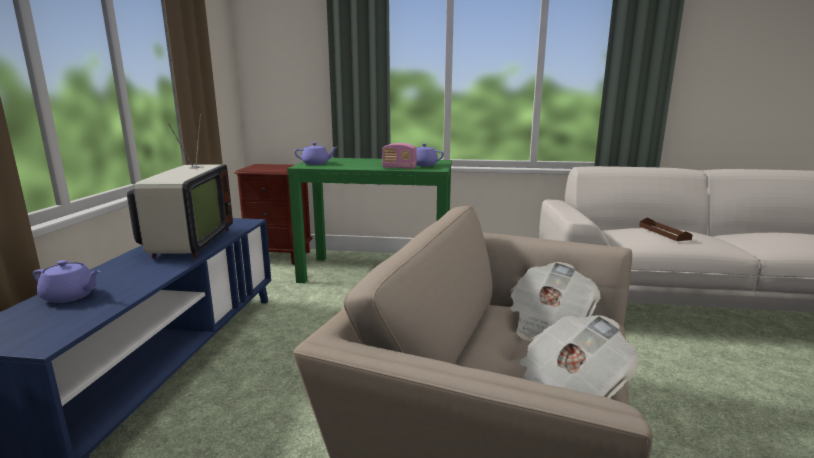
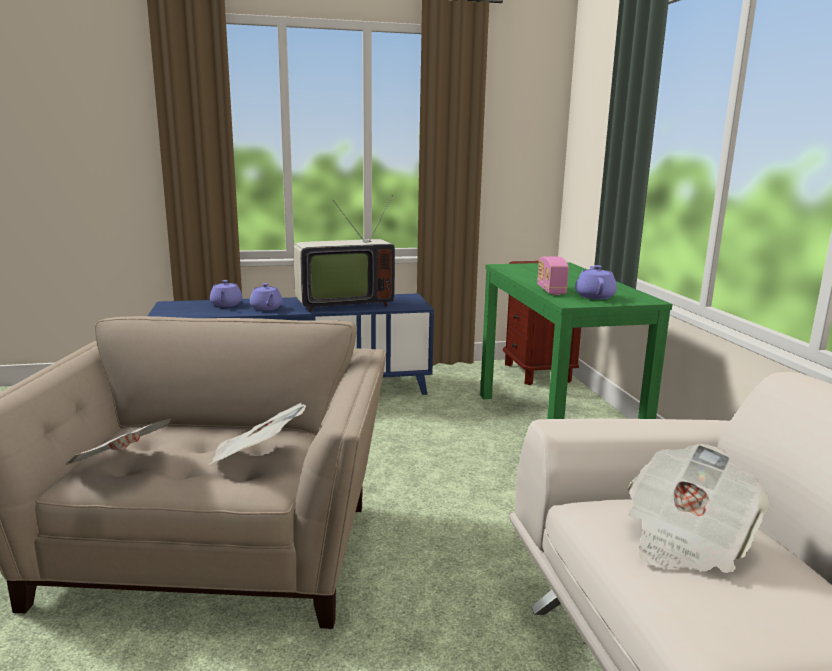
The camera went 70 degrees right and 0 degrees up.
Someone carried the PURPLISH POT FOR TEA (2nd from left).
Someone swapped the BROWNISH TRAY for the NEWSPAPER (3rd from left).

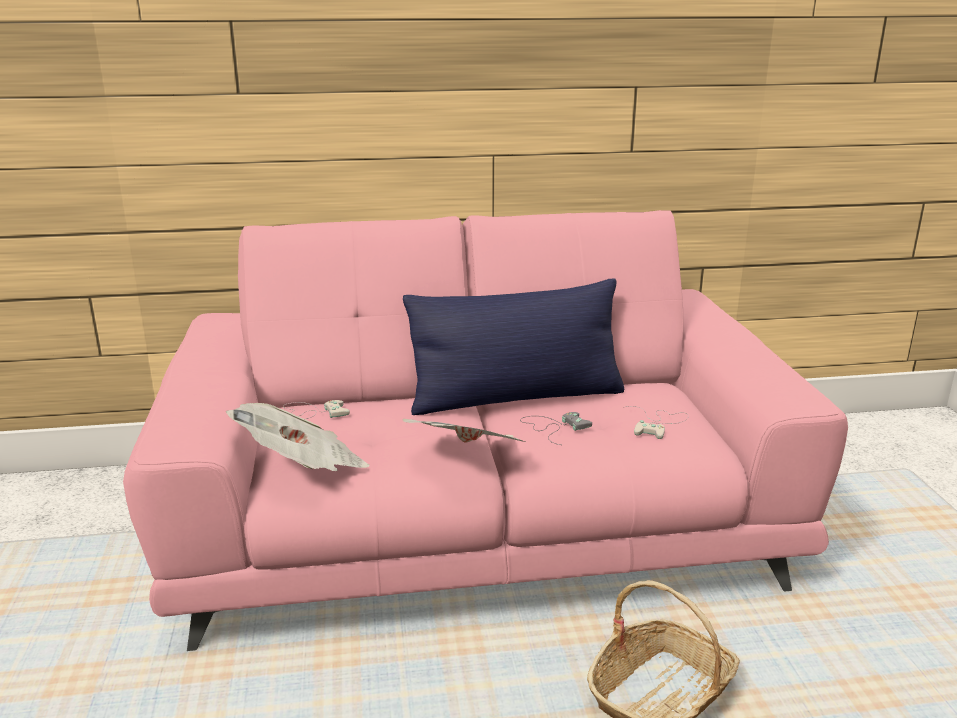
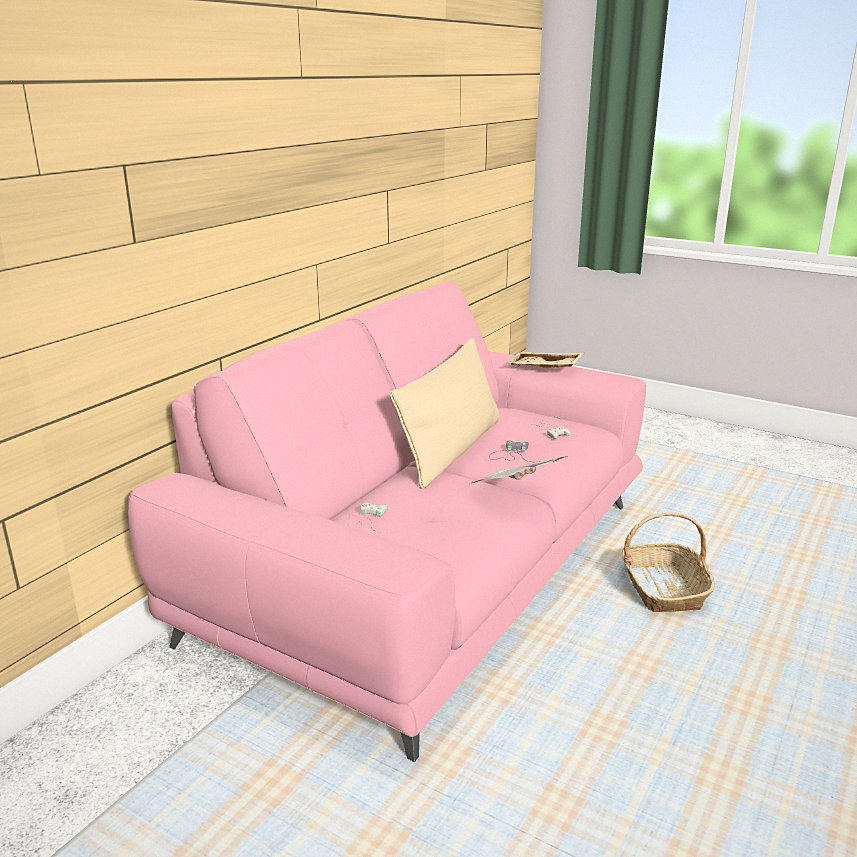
The camera went 50 degrees left and 0 degrees up.
Someone took away the NEWSPAPER (1st from left).
Someone put down the SAND-COLOURED TRAY.
Someone repainted the BLUE-COLOURED PILLOW, which became the SAND-COLOURED PILLOW.

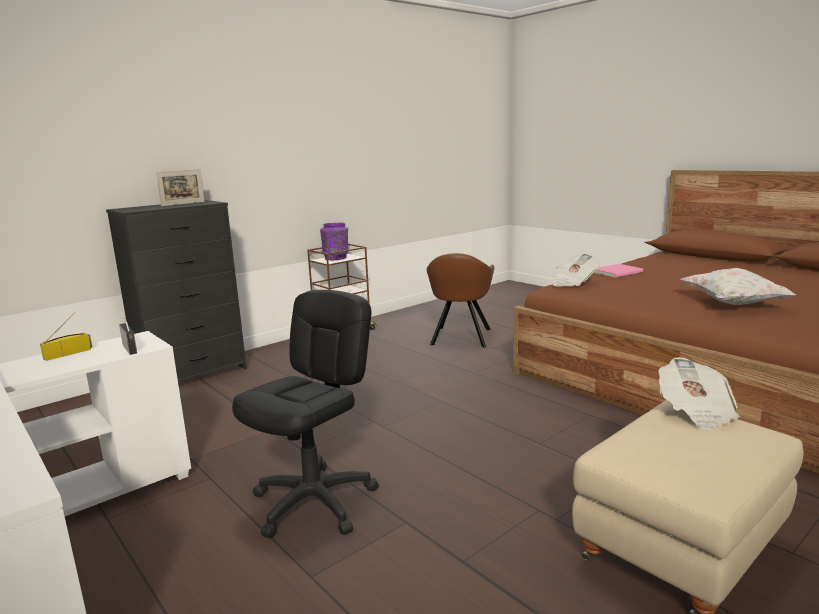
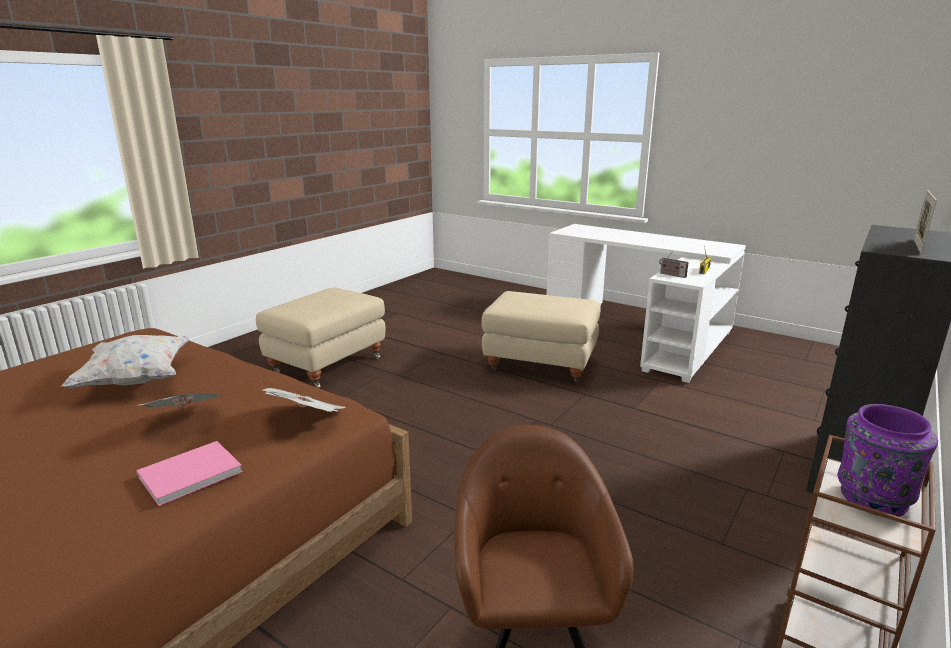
The camera went 165 degrees right and 5 degrees up.
Someone carried the NEWSPAPER (2nd from left in the first image).
Someone swapped the BLACK-COLOURED COMPUTER CHAIR for the SAND-COLOURED FOOTREST (2nd from left).

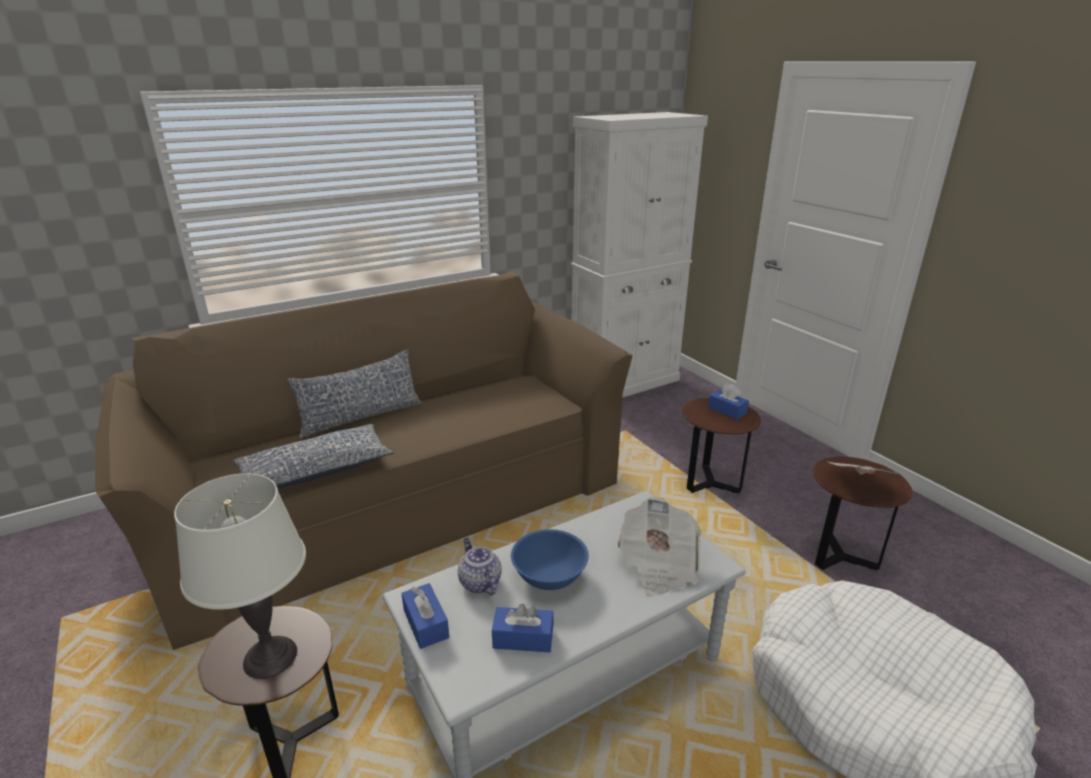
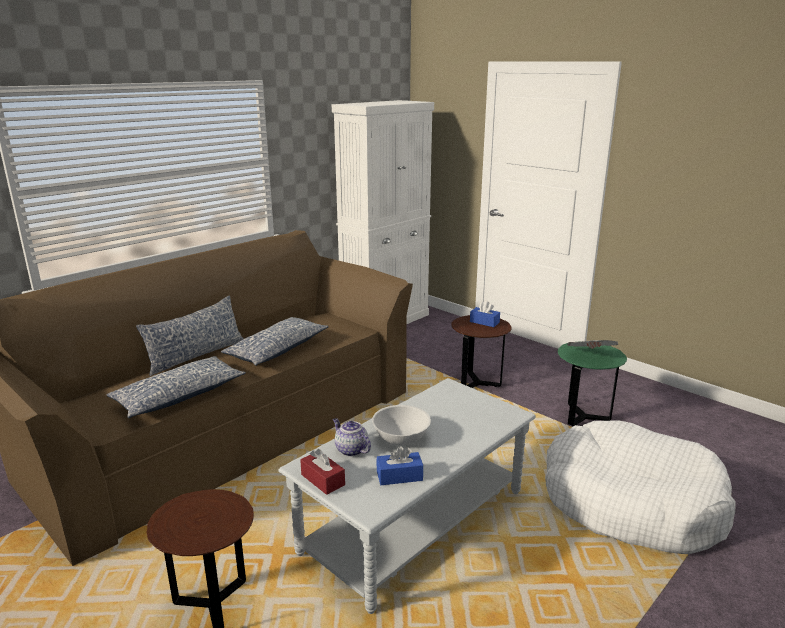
The camera went 15 degrees left and 5 degrees down.
Someone took away the WHITISH TABLETOP LAMP.
Someone took away the NEWSPAPER (1st from left).
Someone put down the PILLOW (3rd from left).
Someone repainted the BLUE-COLOURED BOX OF TISSUES (1st from left), which became the RED BOX OF TISSUES.
Someone repainted the BLUE-COLOURED BOWL, which became the WHITISH BOWL.
Someone repainted the BROWNISH SIDE TABLE (3rd from left), which became the GREEN SIDE TABLE.

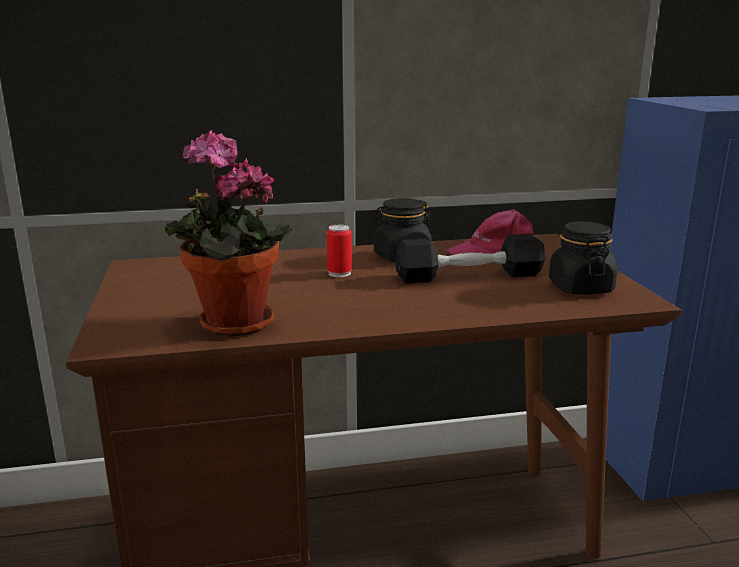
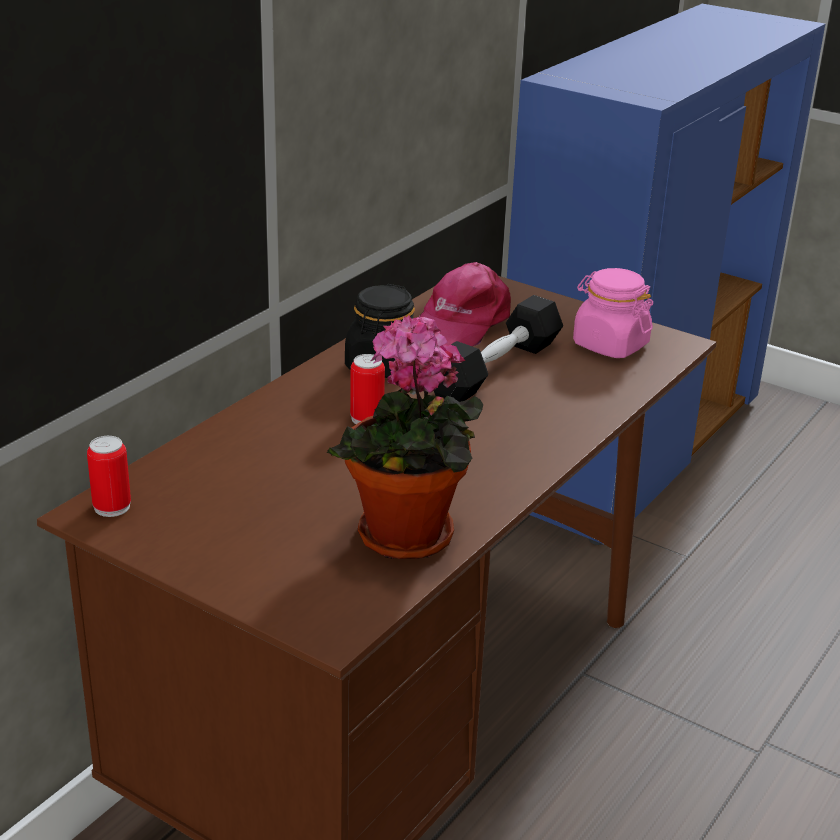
The camera went 45 degrees left and 10 degrees up.
Someone put down the METAL CAN (1st from left).
Someone repainted the BLACK-COLOURED STORAGE JAR (2nd from left), which became the PINKISH STORAGE JAR.

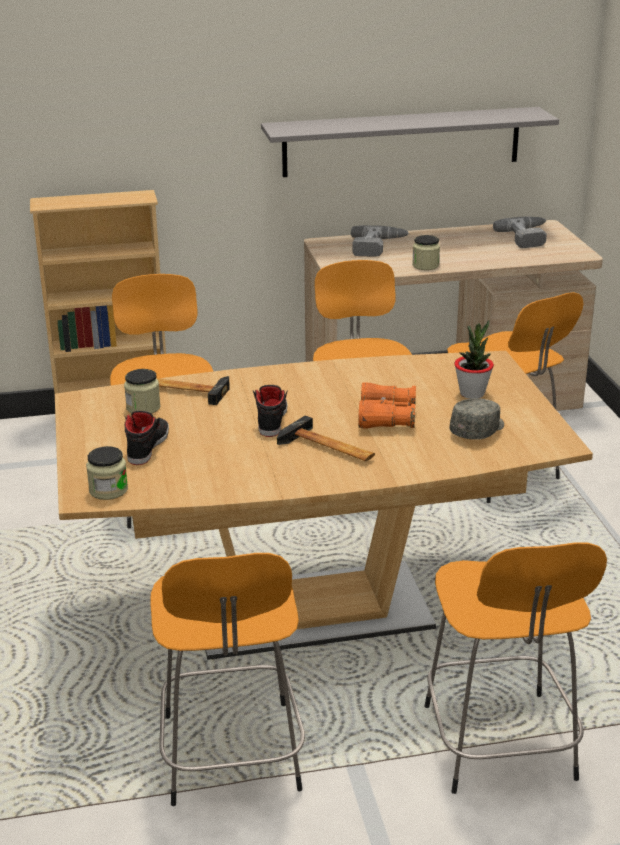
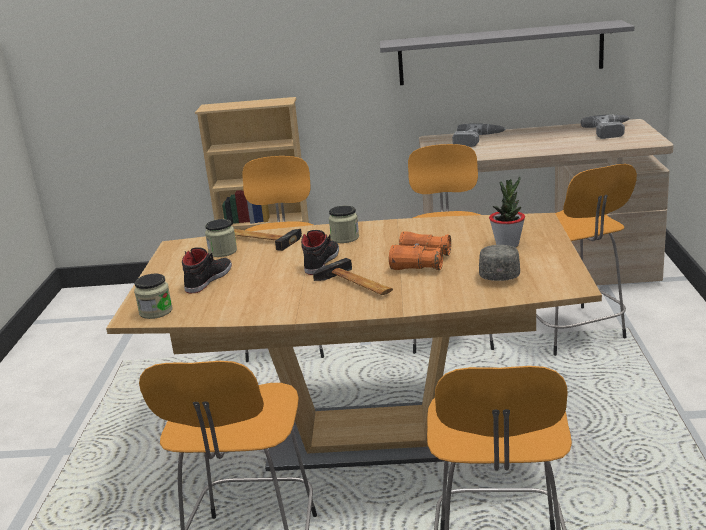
The camera went 15 degrees right and 5 degrees down.
Someone carried the STORAGE JAR (3rd from left).
Someone rotated the GREYISH PEAKED CAP by 45 degrees counterclockwise.

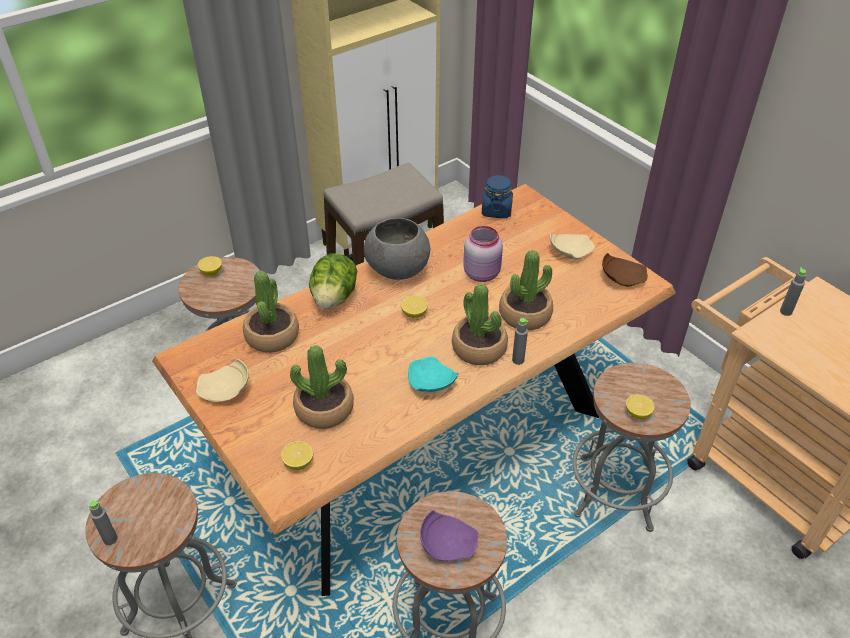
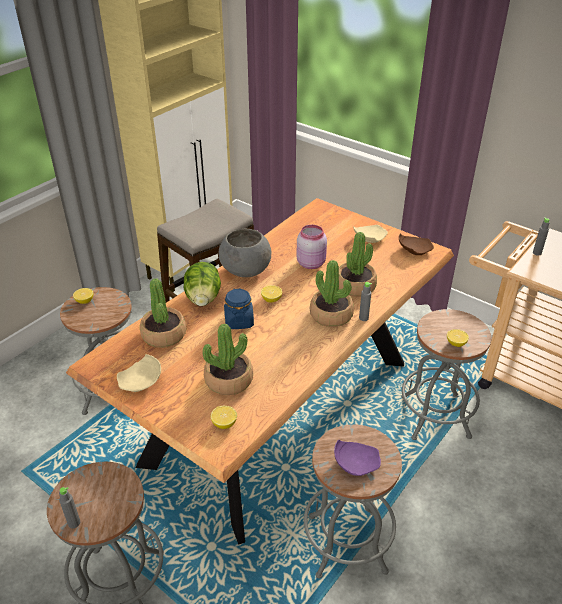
The camera went 15 degrees left and 5 degrees down.
Someone took away the TURQUOISE-COLOURED PLATE.
Someone carried the BLUE-COLOURED STORAGE JAR.

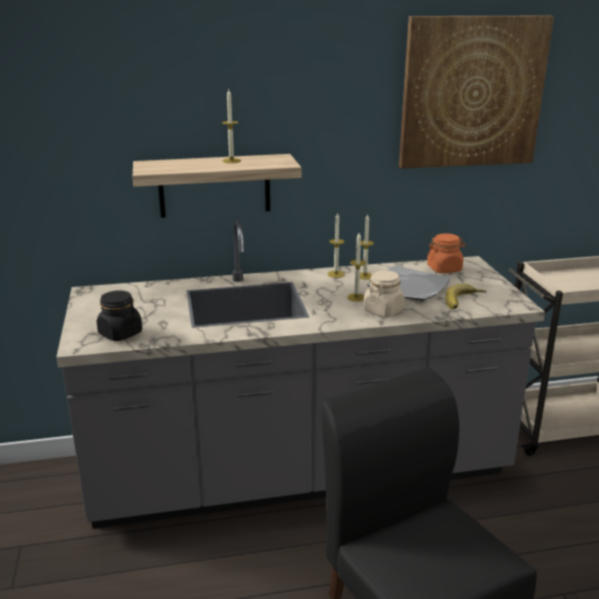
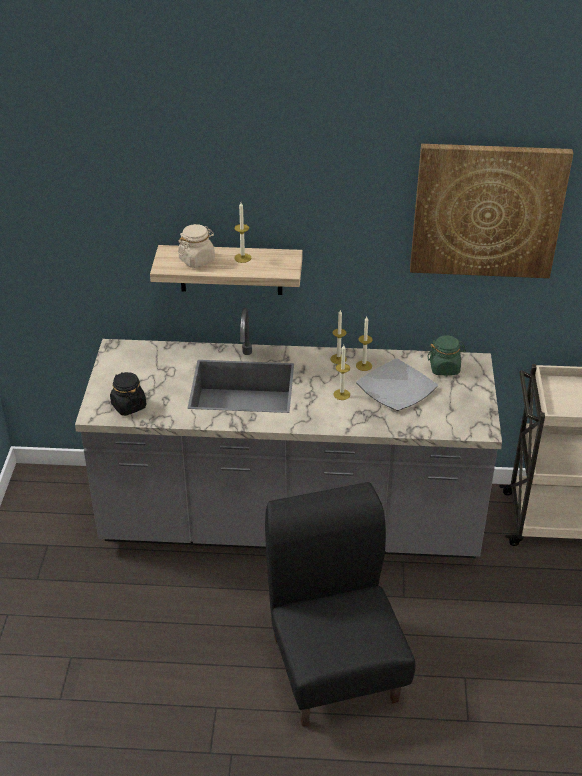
The camera went 15 degrees right and 15 degrees up.
Someone took away the BANANA.
Someone carried the SAND-COLOURED STORAGE JAR.
Someone repainted the ORANGEY STORAGE JAR, which became the GREEN STORAGE JAR.

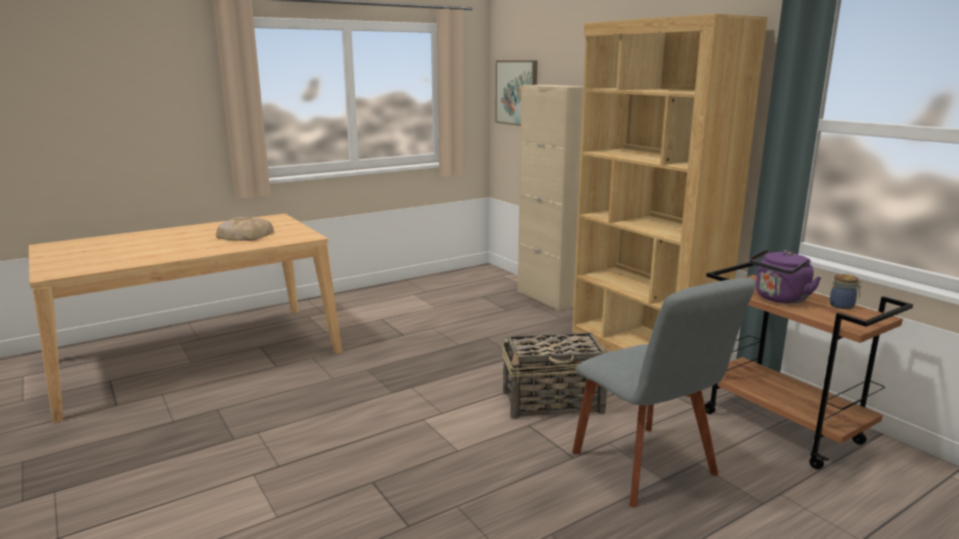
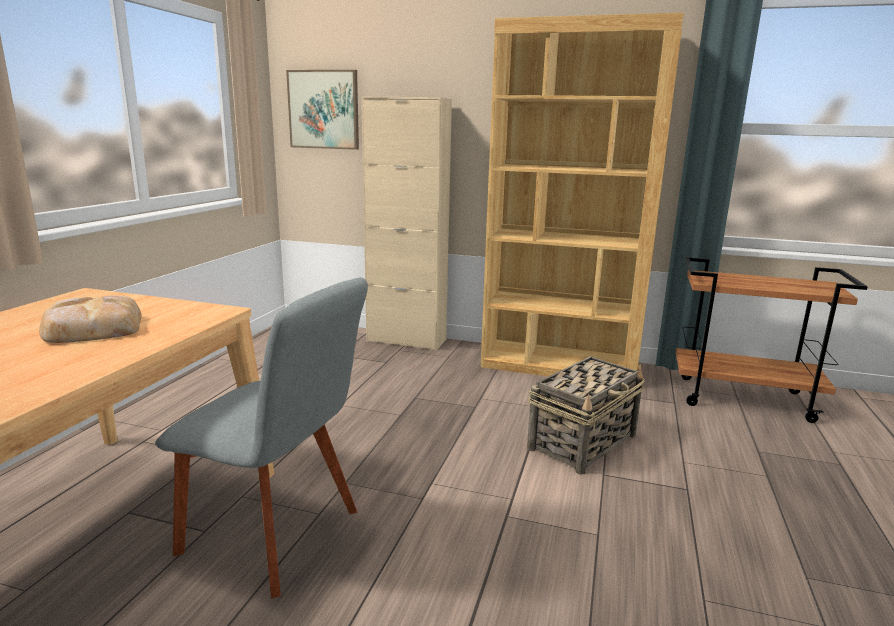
The camera went 40 degrees left and 0 degrees up.
Someone took away the PURPLISH TEA KETTLE.
Someone took away the STORAGE JAR.
Someone carried the GREYISH PLAIN CHAIR.

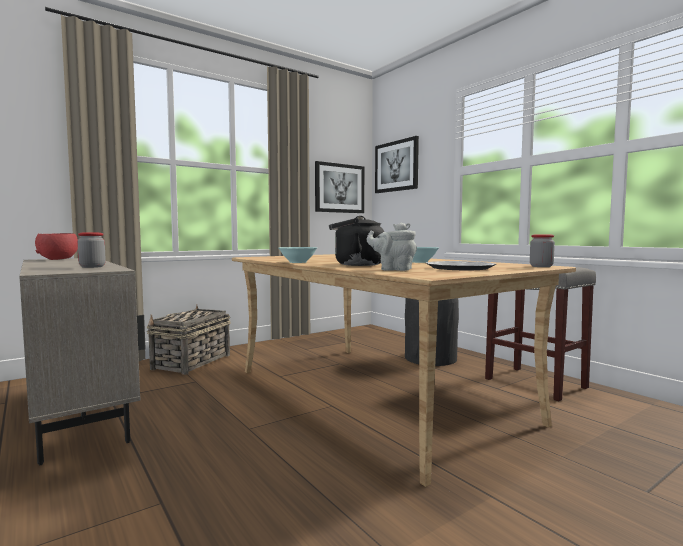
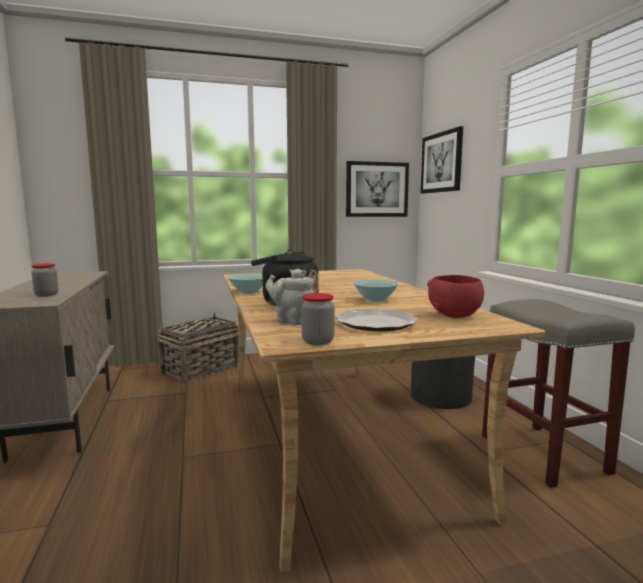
The camera went 20 degrees right and 5 degrees up.
Someone carried the RED BOWL.
Someone carried the STORAGE JAR (2nd from left).

